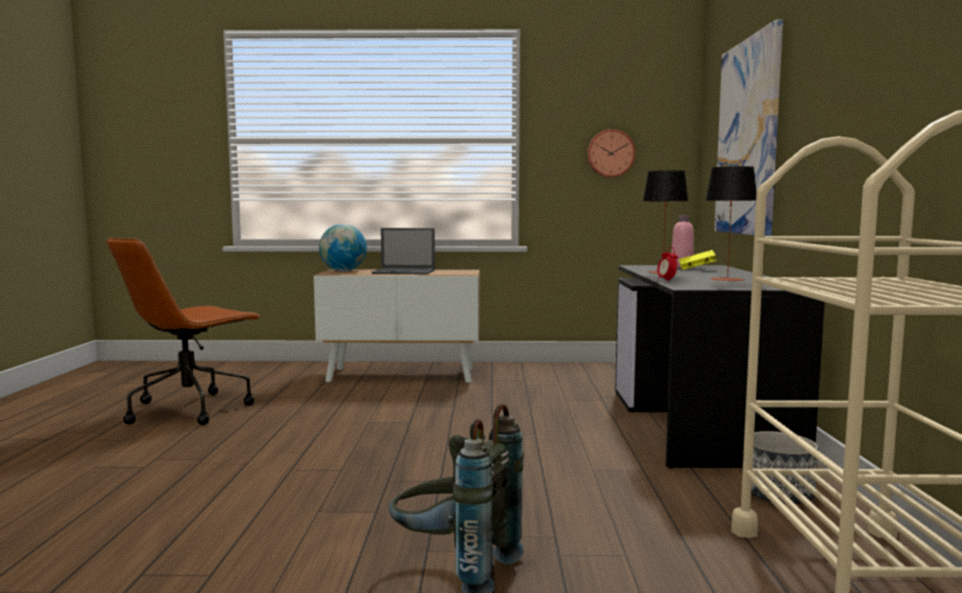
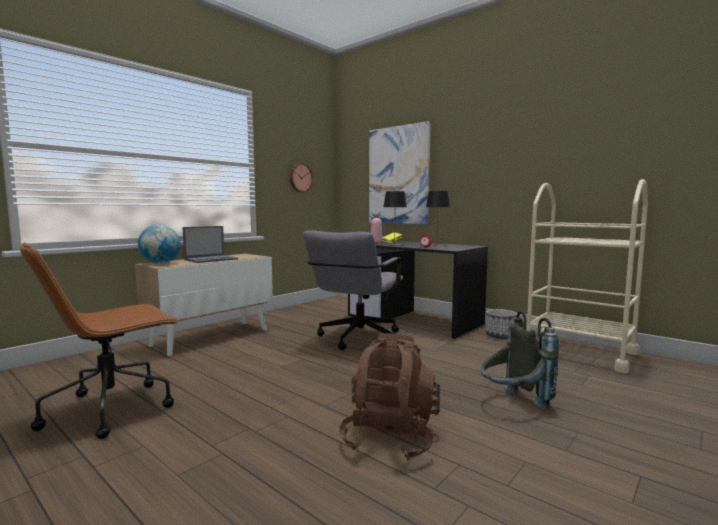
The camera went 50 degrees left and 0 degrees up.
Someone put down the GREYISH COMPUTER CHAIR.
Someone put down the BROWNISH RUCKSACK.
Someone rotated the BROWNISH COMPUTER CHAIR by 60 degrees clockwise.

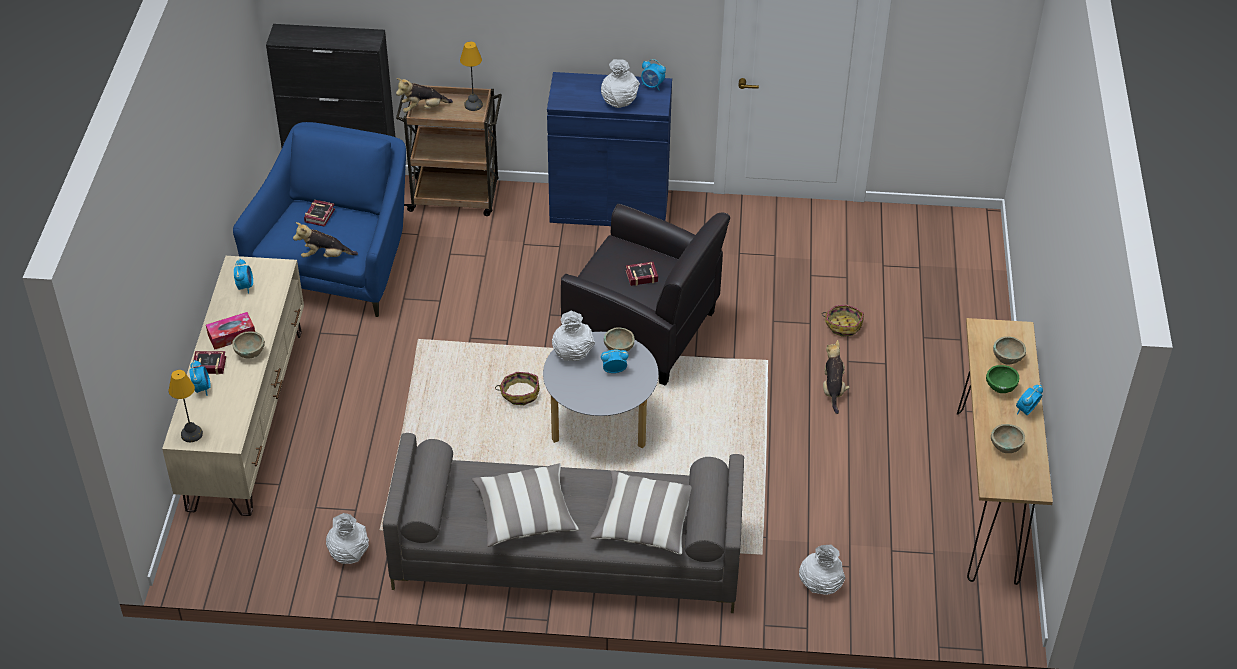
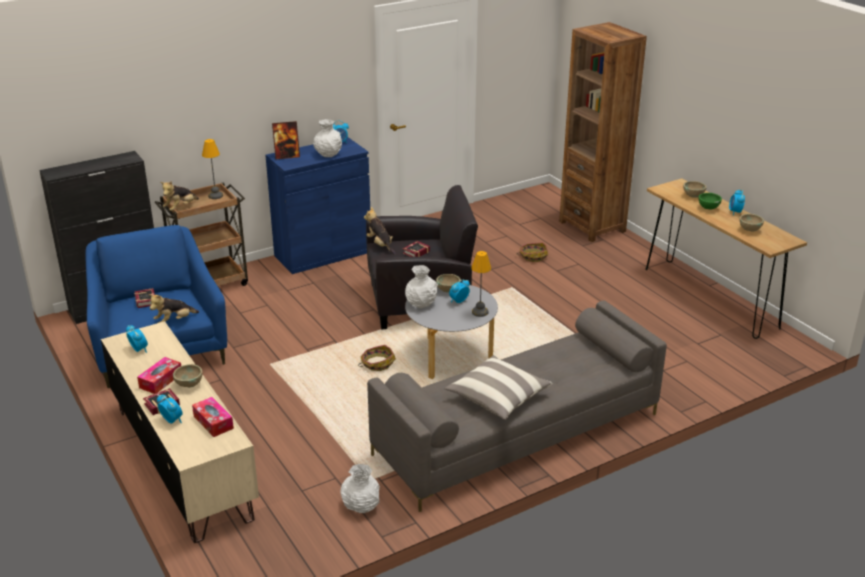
The camera went 35 degrees left and 15 degrees down.
Someone took away the PILLOW (2nd from left).
Someone took away the WHITISH FLOWER VASE (4th from left).
Someone put down the BOX OF TISSUES (2nd from left).
Someone put down the STANDING FRAME.
Someone put down the BROWNISH SHELVING UNIT.
Someone carried the TABLETOP LAMP (1st from left in the first image).
Someone carried the PLUSH TOY (3rd from left).

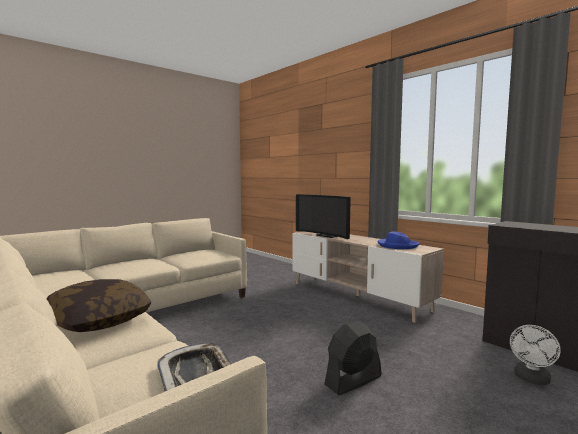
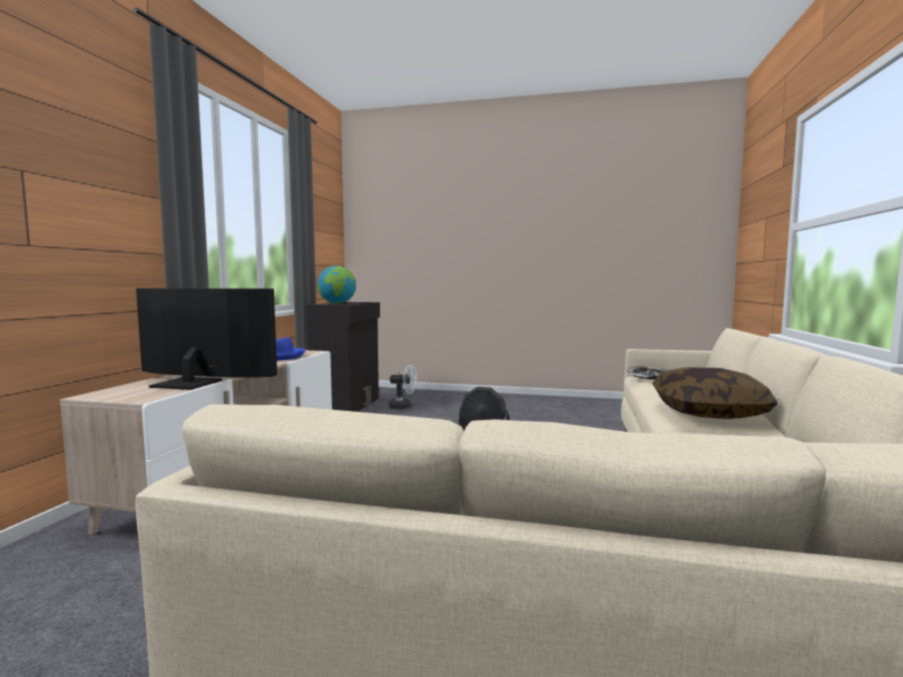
The camera went 125 degrees left and 0 degrees up.
Someone put down the DESK GLOBE.
Someone rotated the TELEVISION by 90 degrees counterclockwise.

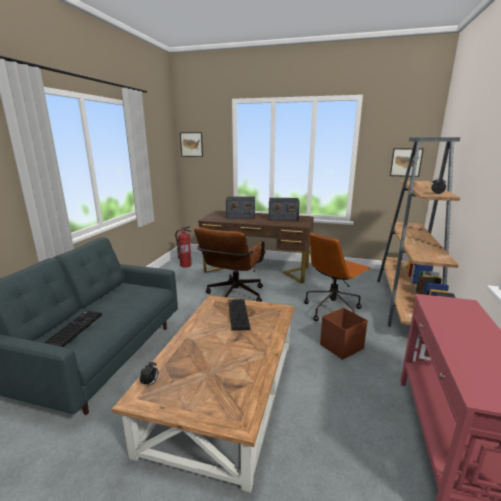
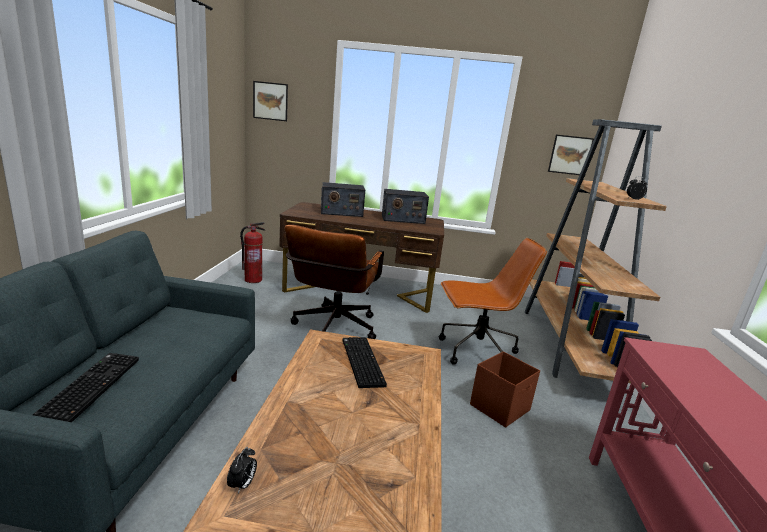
The camera went 10 degrees left and 0 degrees up.
Someone rotated the BROWNISH COMPUTER CHAIR (2nd from left) by 135 degrees counterclockwise.

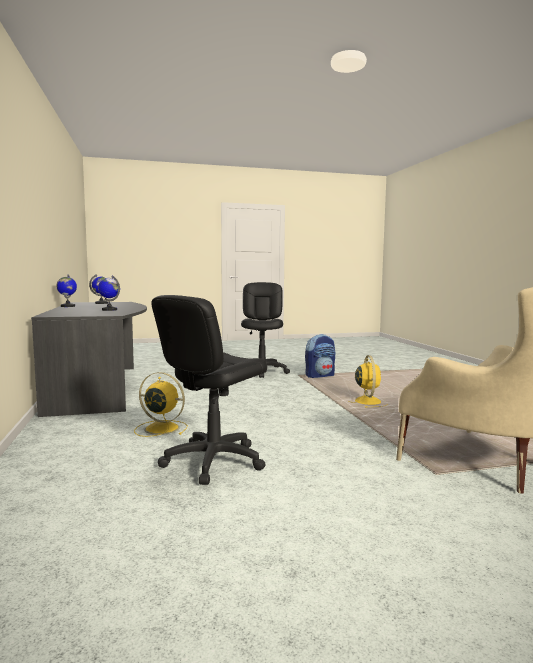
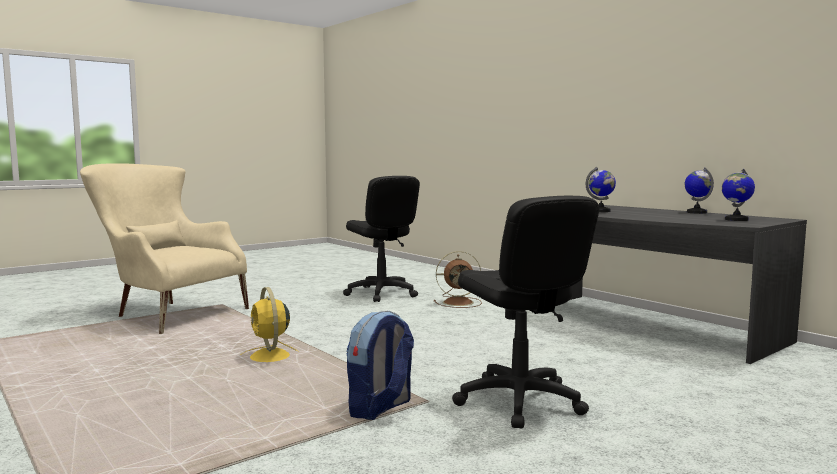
The camera went 155 degrees right and 0 degrees up.
Someone repainted the YELLOW COOLING FAN (1st from left), which became the BROWNISH COOLING FAN.
Someone rotated the BLACK-COLOURED COMPUTER CHAIR (1st from left) by 135 degrees clockwise.

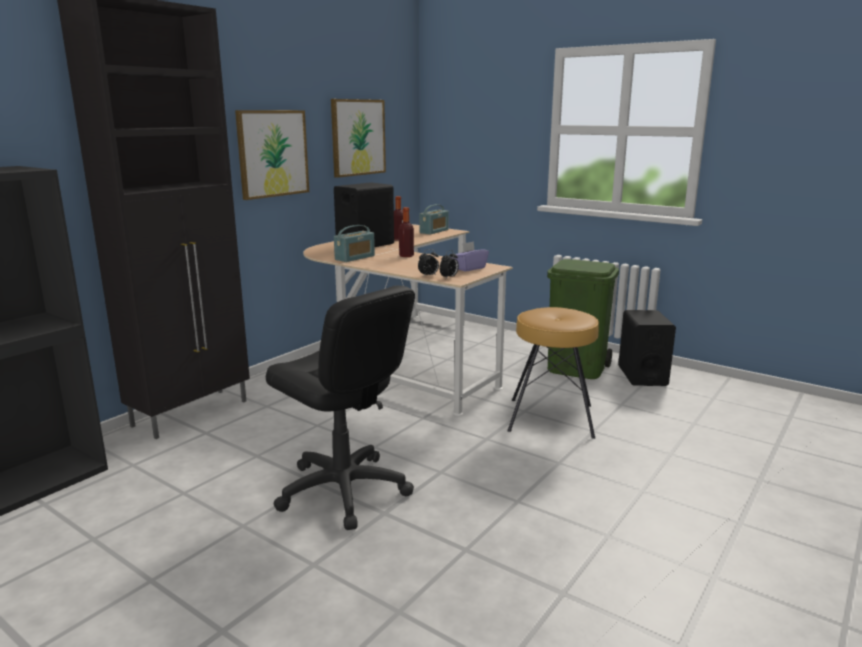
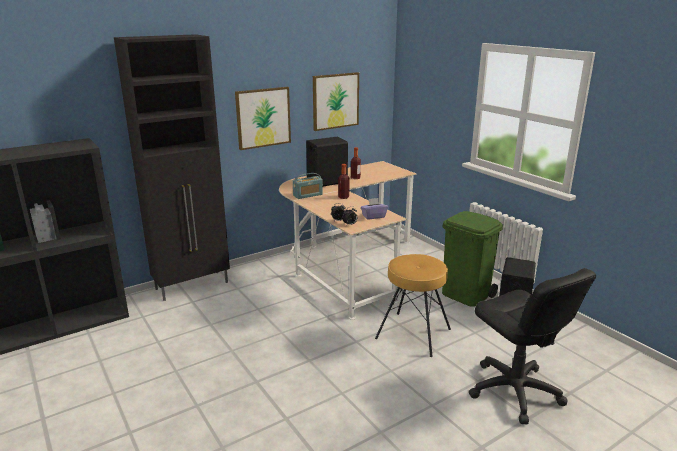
The camera went 20 degrees right and 5 degrees up.
Someone took away the RADIO (2nd from left).
Someone carried the BLACK-COLOURED COMPUTER CHAIR.

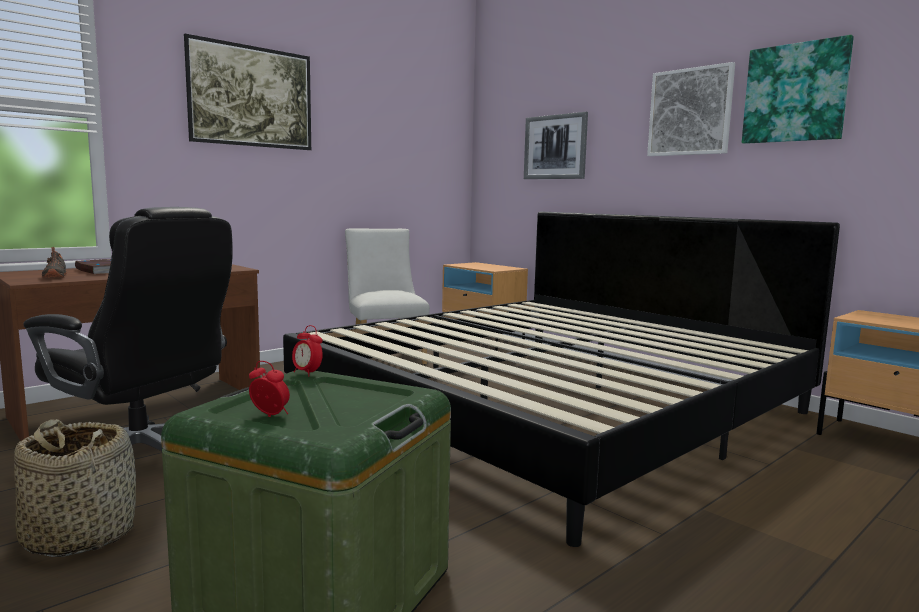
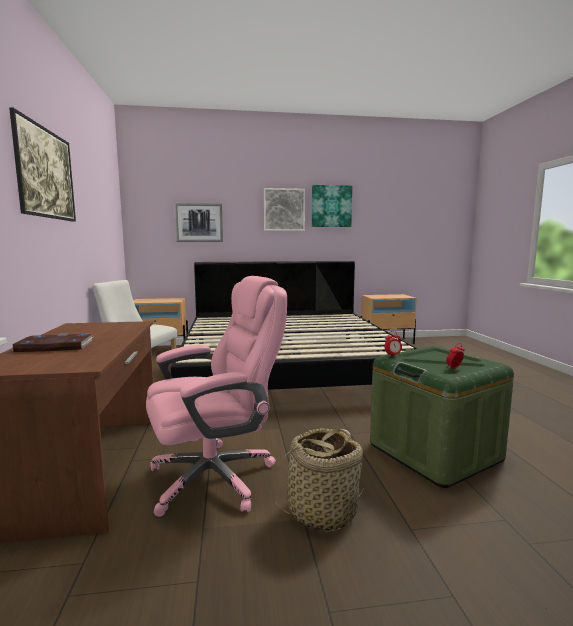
The camera went 55 degrees left and 0 degrees up.
Someone took away the BLACK-COLOURED LOW SHOE.
Someone repainted the BLACK-COLOURED COMPUTER CHAIR, which became the PINKISH COMPUTER CHAIR.

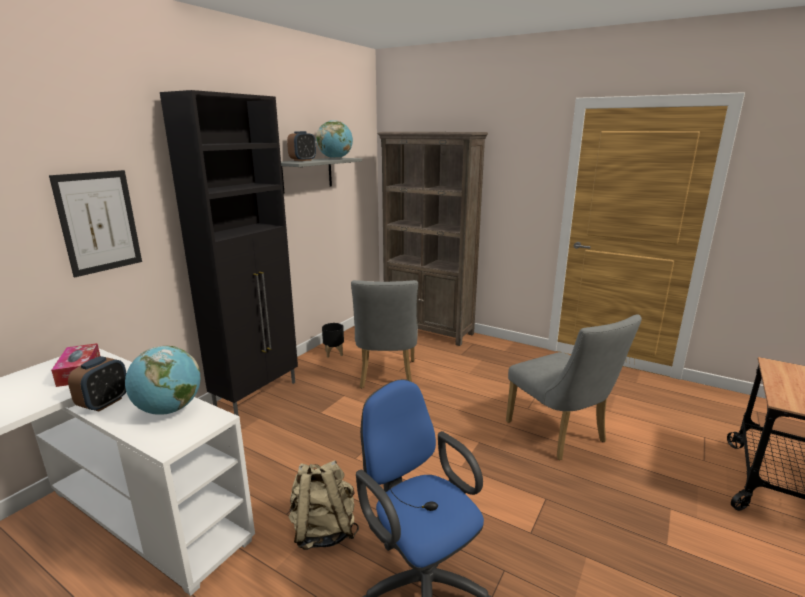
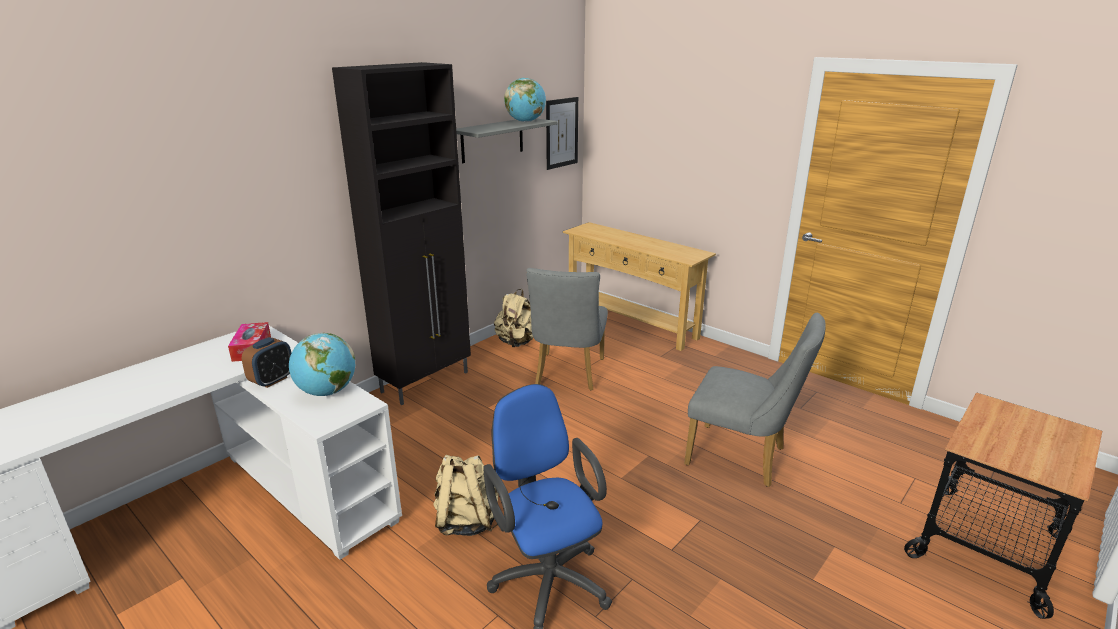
The camera went 10 degrees right and 5 degrees up.
Someone took away the TABLE CLOCK (2nd from left).
Someone carried the WALL ART.
Someone swapped the BLACK-COLOURED PLANT POT for the SAND-COLOURED RUCKSACK (2nd from left).
Someone swapped the BROWNISH SHELVING UNIT for the SAND-COLOURED NARROW TABLE.
Someone rotated the GREYISH PLAIN CHAIR (2nd from left) by 45 degrees counterclockwise.

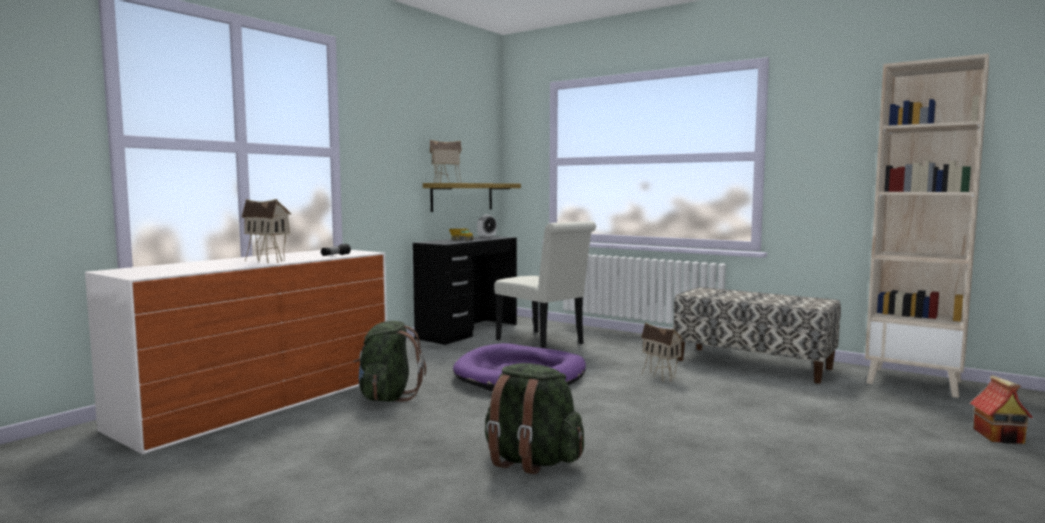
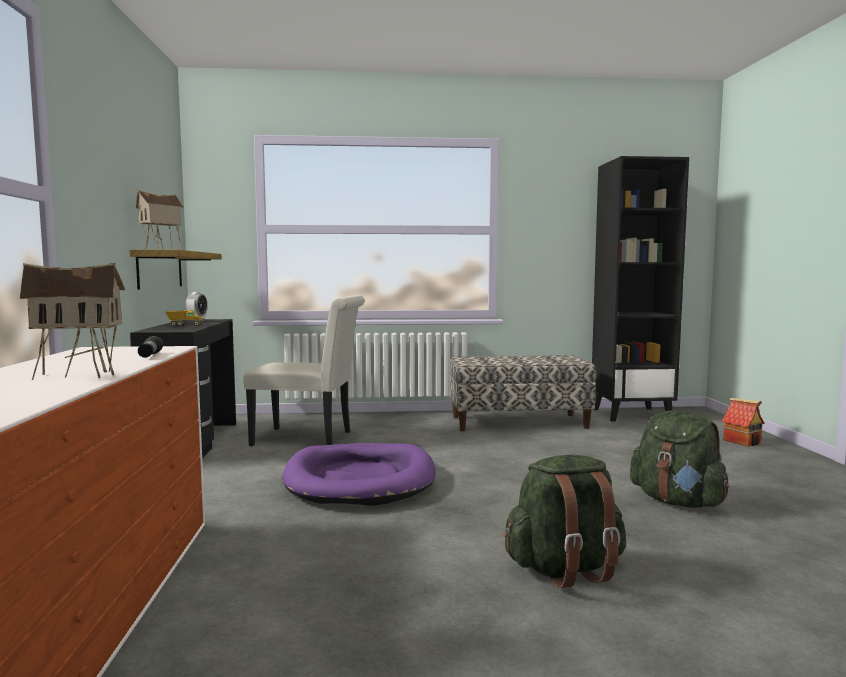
The camera went 40 degrees left and 0 degrees up.
Someone took away the MODEL HOUSE (3rd from left).
Someone carried the GREEN RUCKSACK (1st from left in the first image).
Someone repainted the SAND-COLOURED SHELVING UNIT, which became the BLACK-COLOURED SHELVING UNIT.

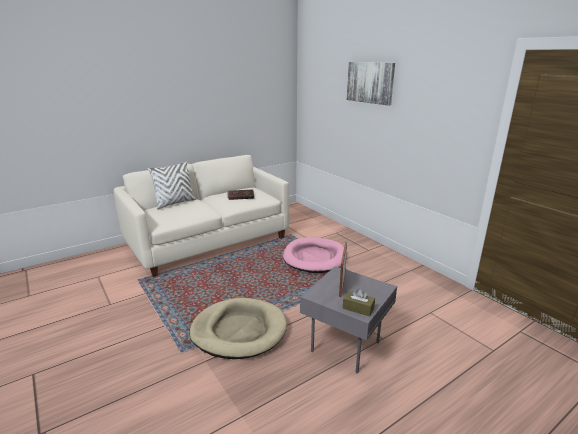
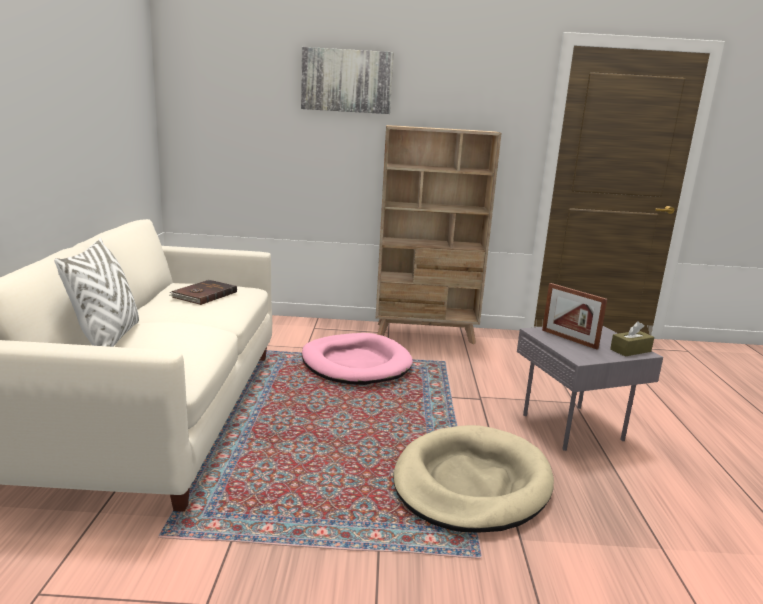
The camera went 55 degrees left and 5 degrees down.
Someone put down the SAND-COLOURED SHELVING UNIT.

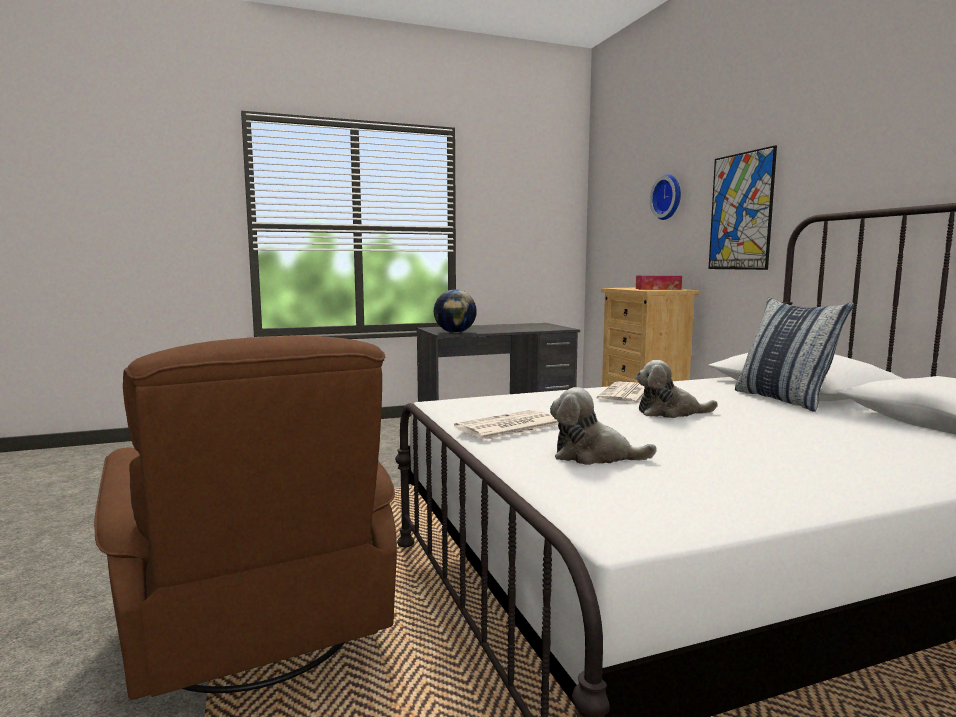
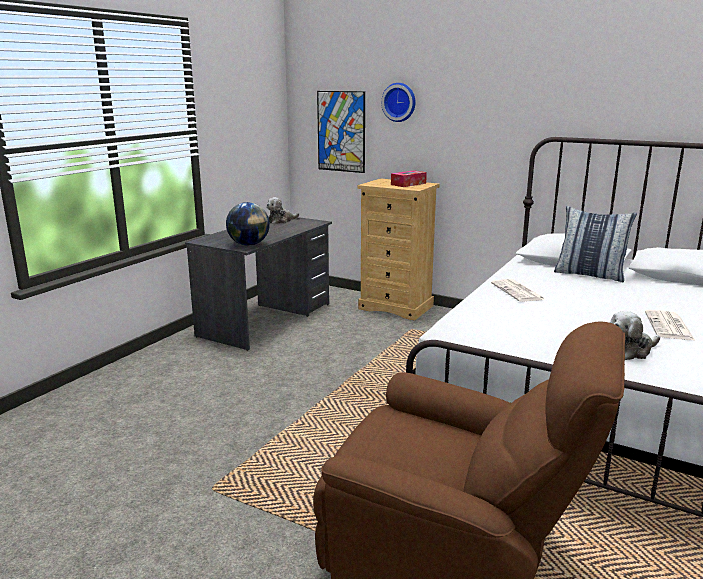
The camera went 40 degrees left and 10 degrees up.
Someone carried the NEWSPAPER (1st from left in the first image).
Someone carried the PLUSH TOY (2nd from left in the first image).
Someone carried the WALL ART.

